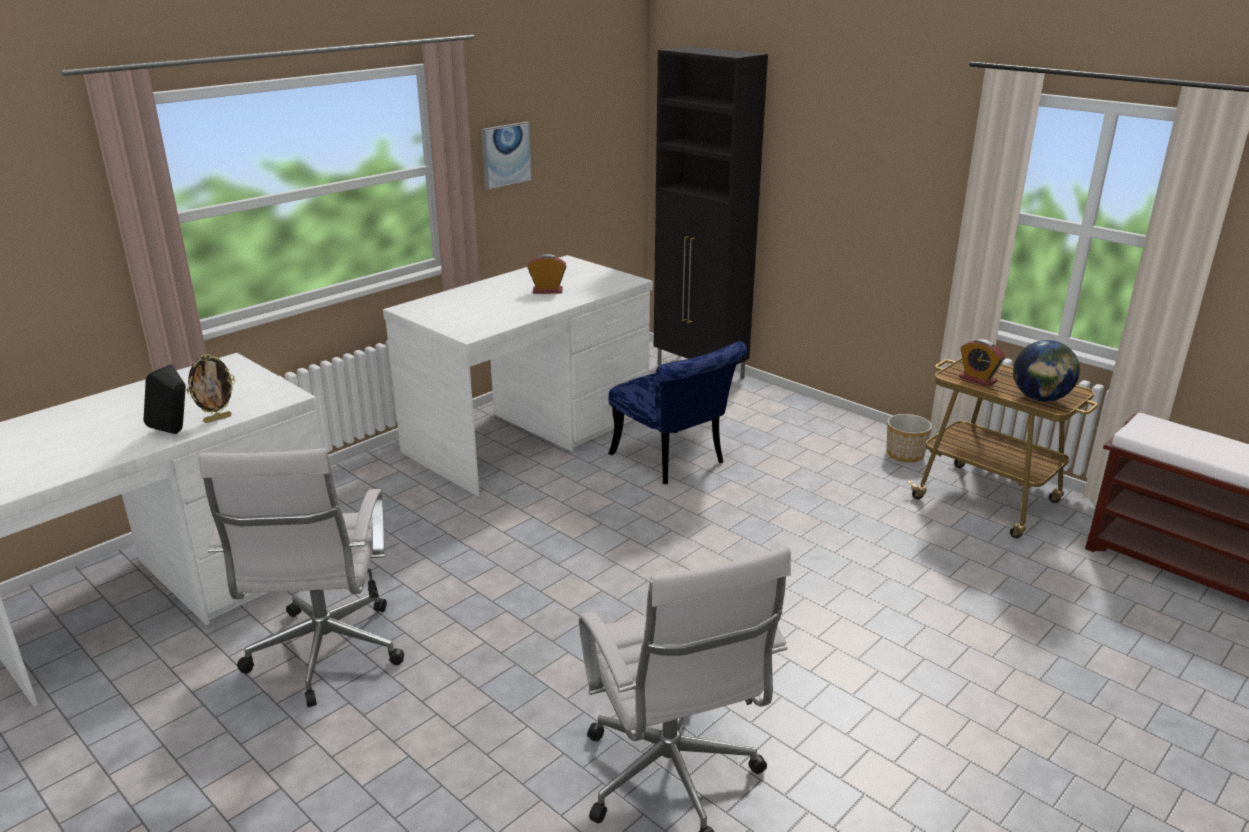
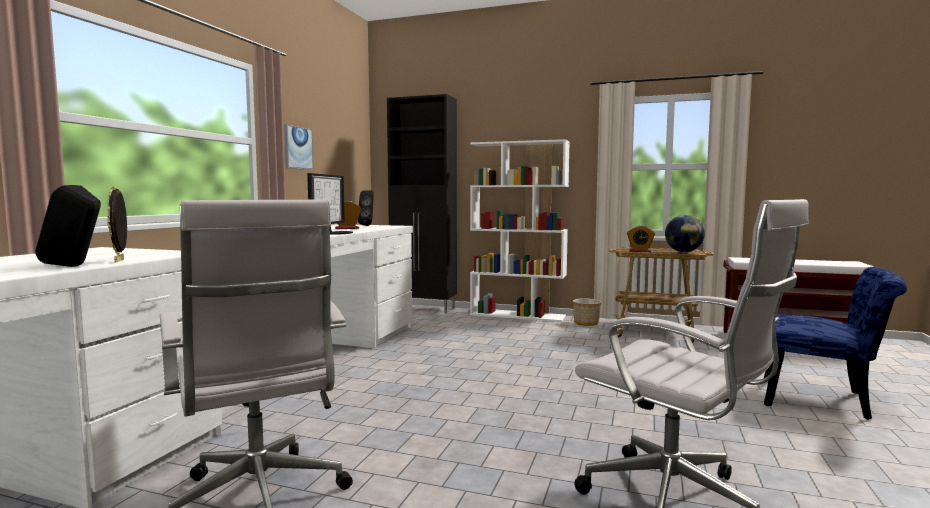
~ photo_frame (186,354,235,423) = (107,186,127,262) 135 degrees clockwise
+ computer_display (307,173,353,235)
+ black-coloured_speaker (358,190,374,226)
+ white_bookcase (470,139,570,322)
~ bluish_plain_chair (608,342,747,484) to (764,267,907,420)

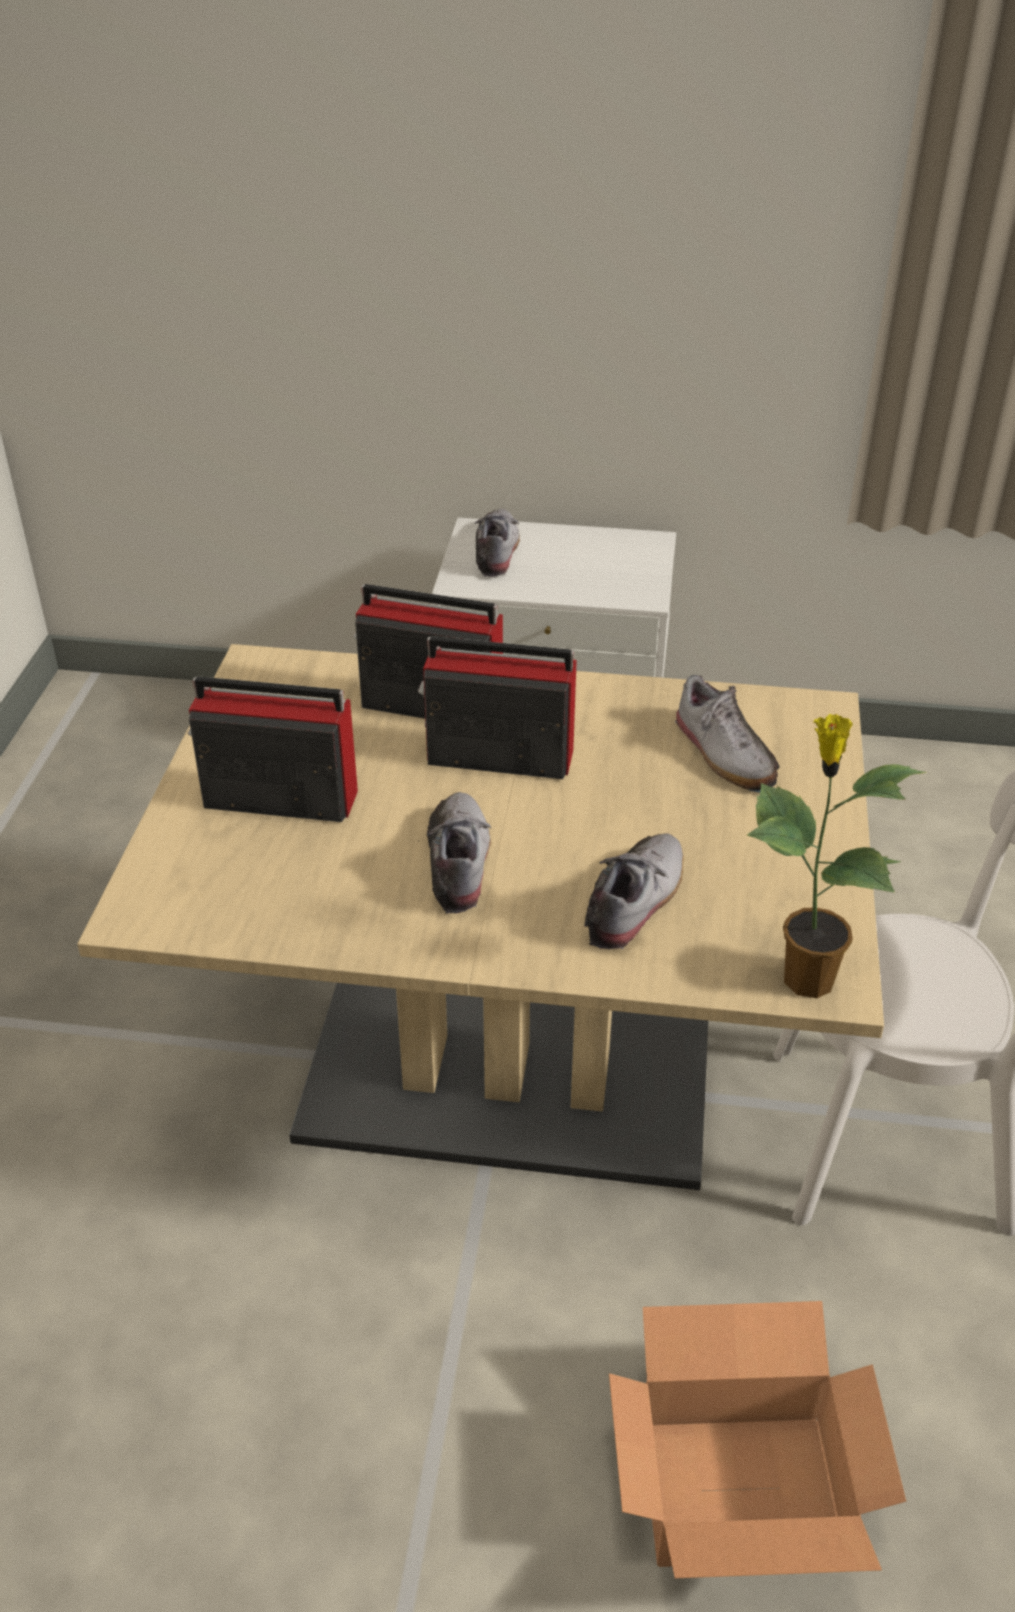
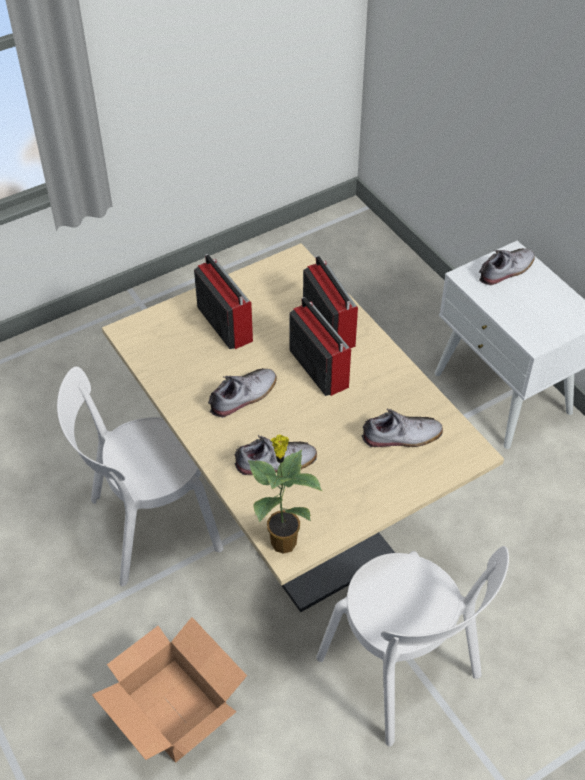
+ white_plain_chair (57,366,223,586)
~ low_shoe (675,675,780,792) = (361,408,443,456) 120 degrees counterclockwise

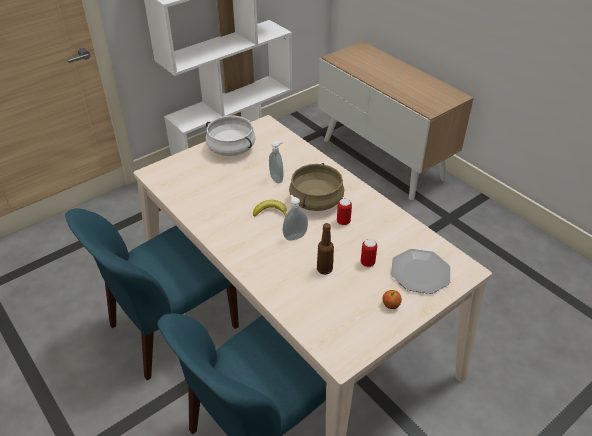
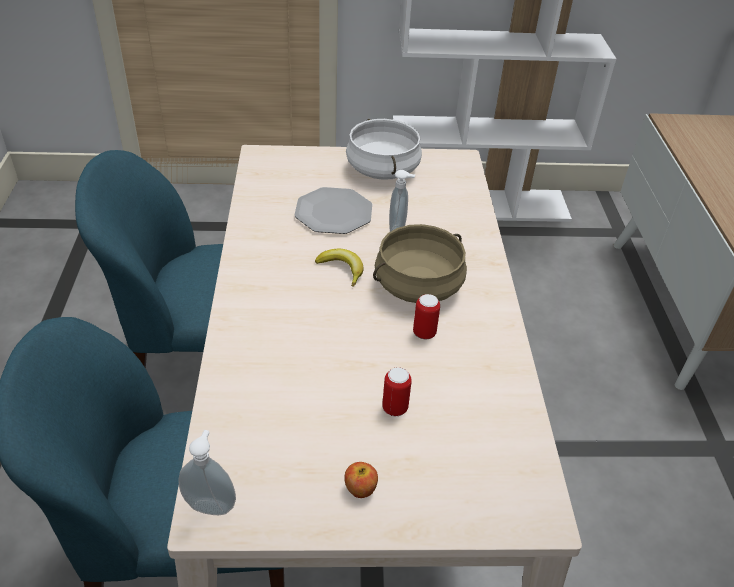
~ soap_bottle (283,195,308,241) to (178,430,236,515)
~ flat_dish (391,249,450,294) to (295,187,372,234)
- brown-coloured_drink_bottle (317,223,334,275)

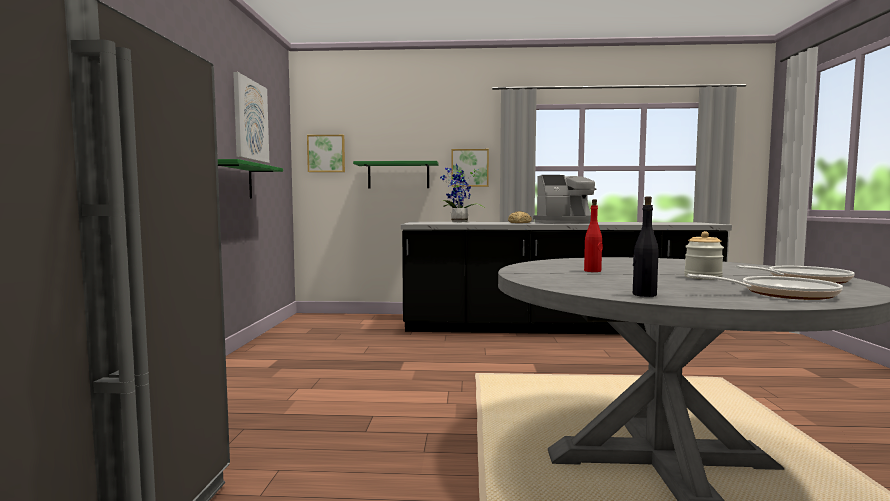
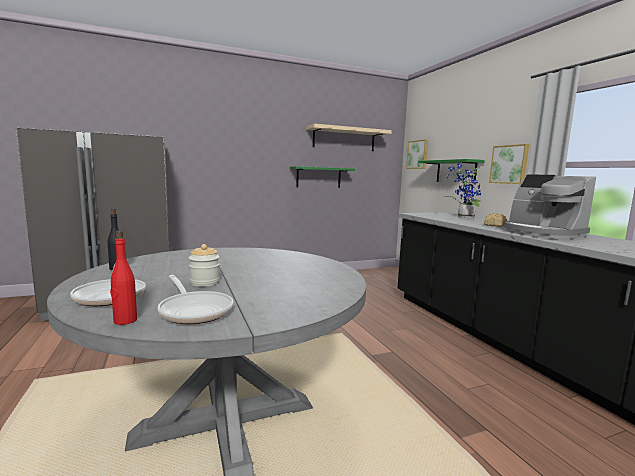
~ reddish_drink_bottle (584,199,603,272) to (110,230,137,325)
~ wall_picture (233,72,269,163) to beige_shelf (306,124,392,151)

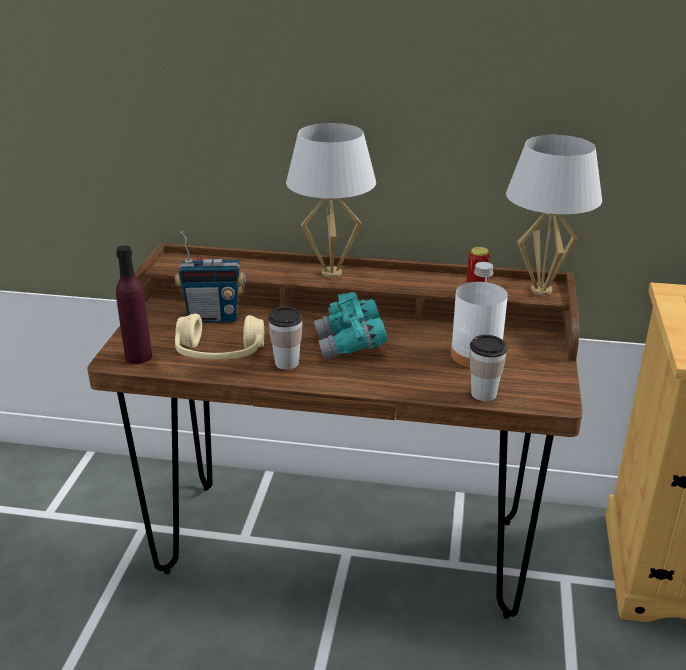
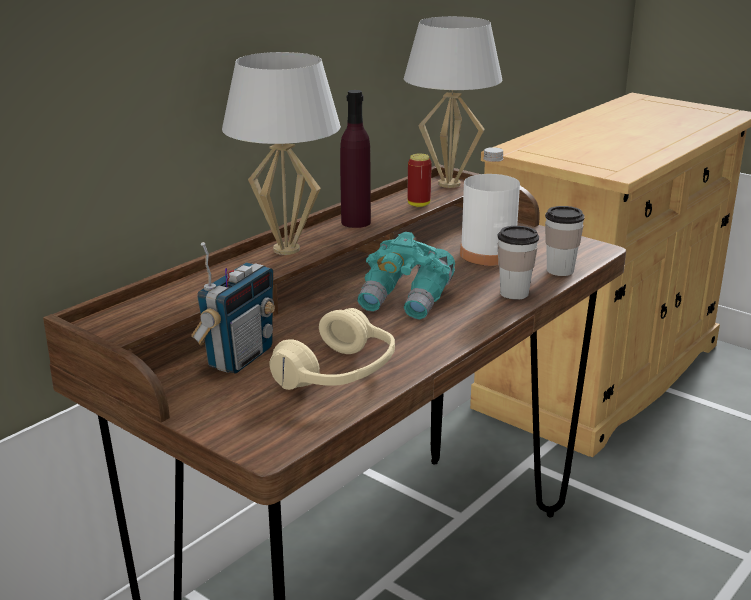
~ purplish_drink_bottle (116,245,152,364) to (340,90,371,228)
~ drinking_cup (268,307,303,370) to (497,226,539,300)

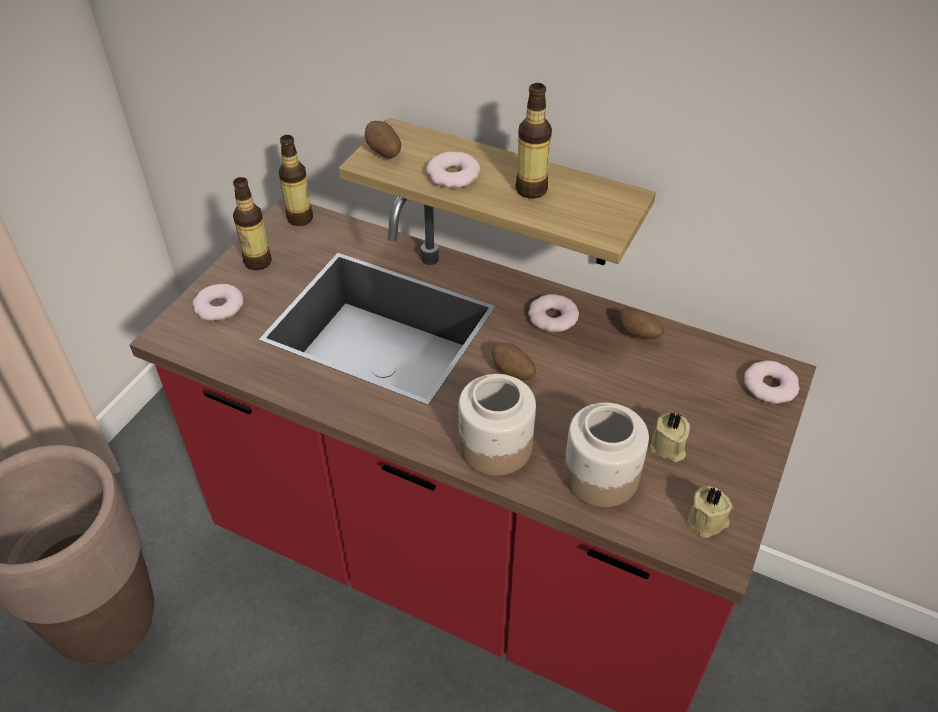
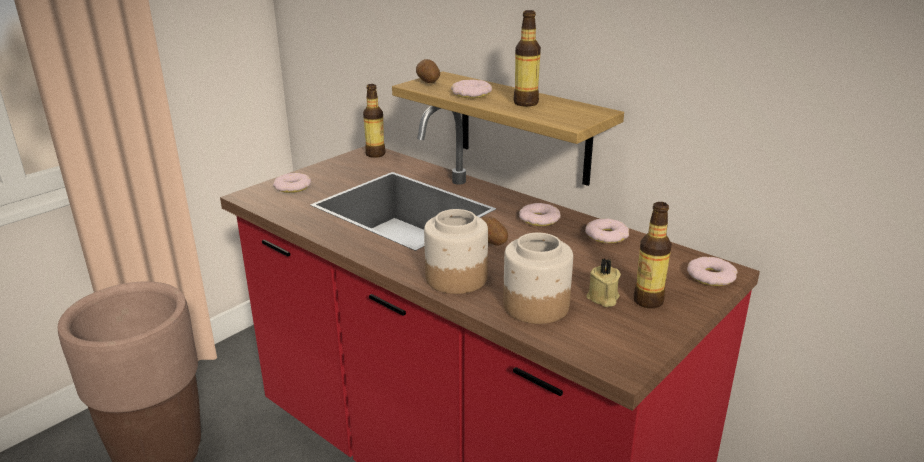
~ potato (618,308,664,339) to ring_doughnut (585,219,629,243)
~ drink_bottle (233,177,272,270) to (634,202,672,308)
- beige_wax_light (687,486,733,538)

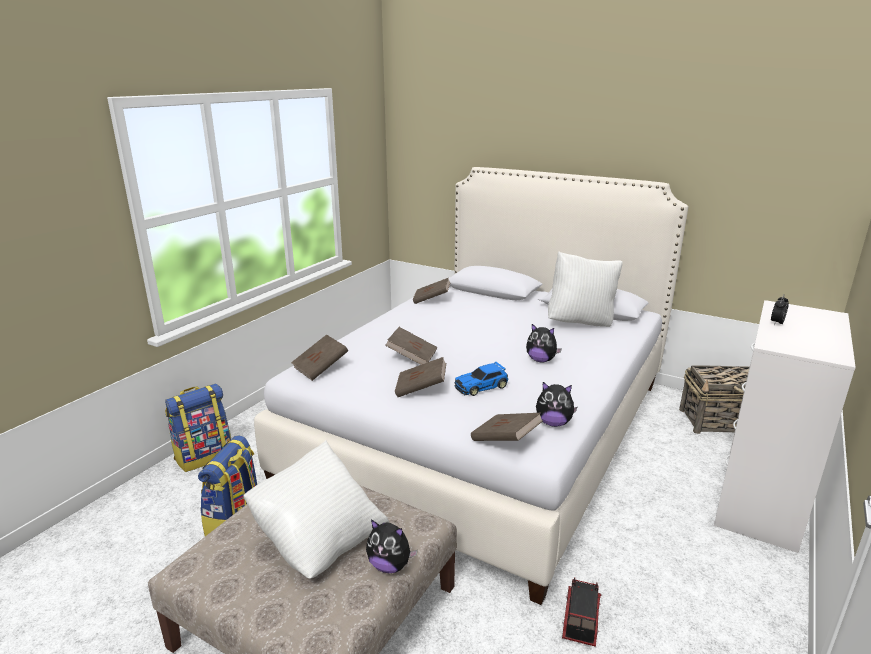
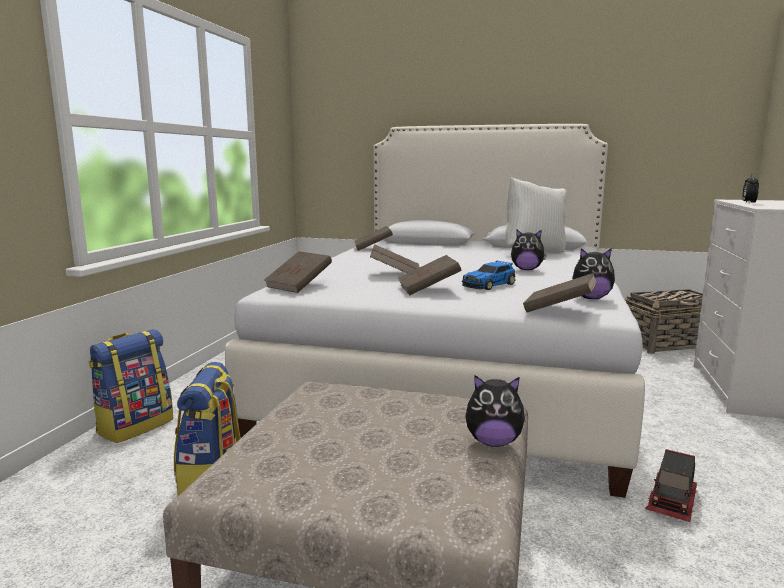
~ toy_lorry (562,577,602,647) = (645,449,698,522) 150 degrees counterclockwise
- white_cushion (243,440,389,578)

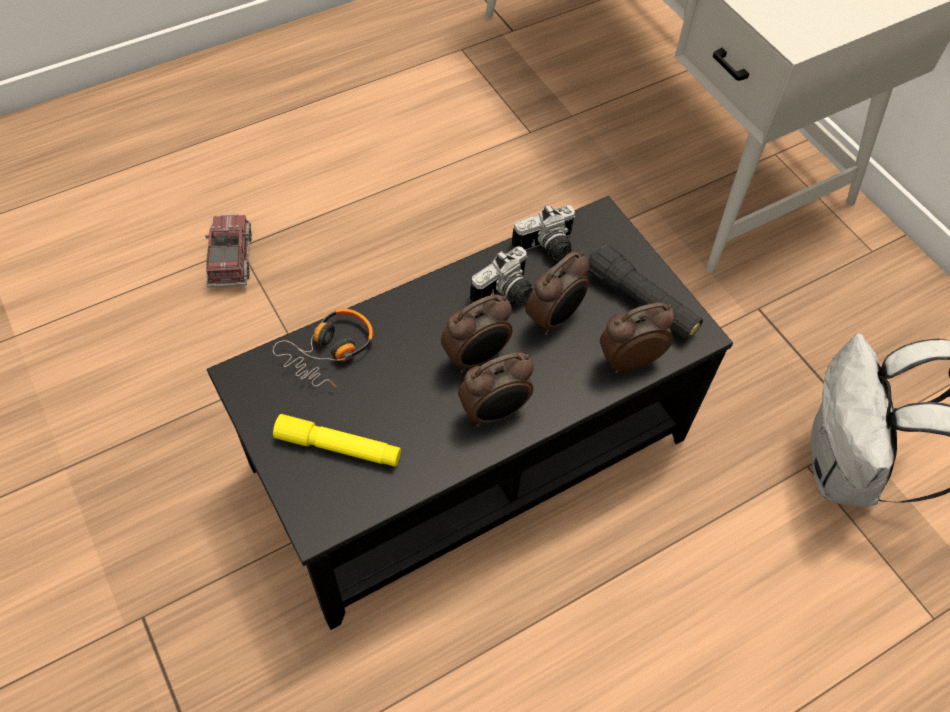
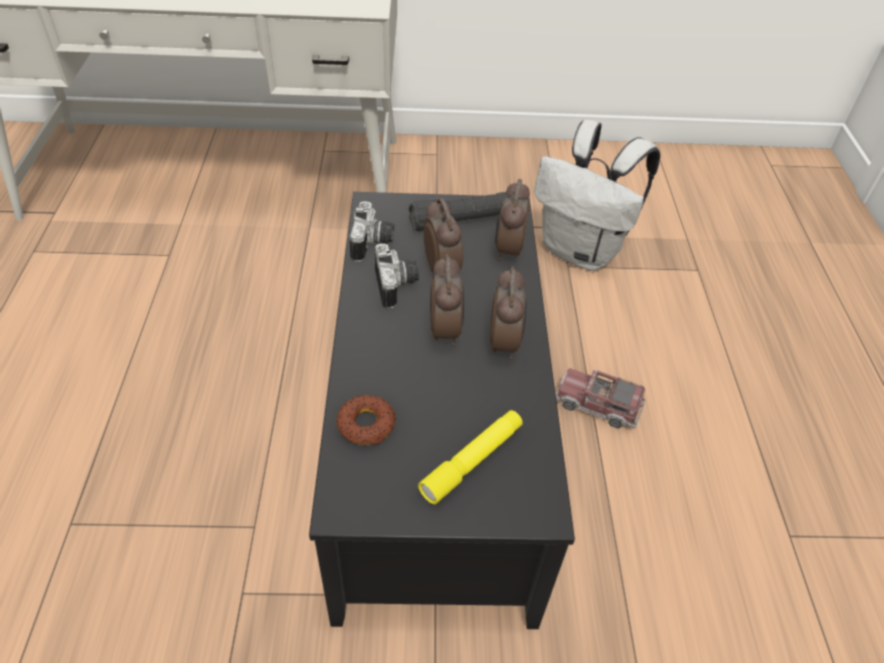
~ pair_of_headphones (273,309,373,387) to ring_doughnut (336,395,396,445)
~ toy_lorry (205,214,252,287) to (556,368,646,429)

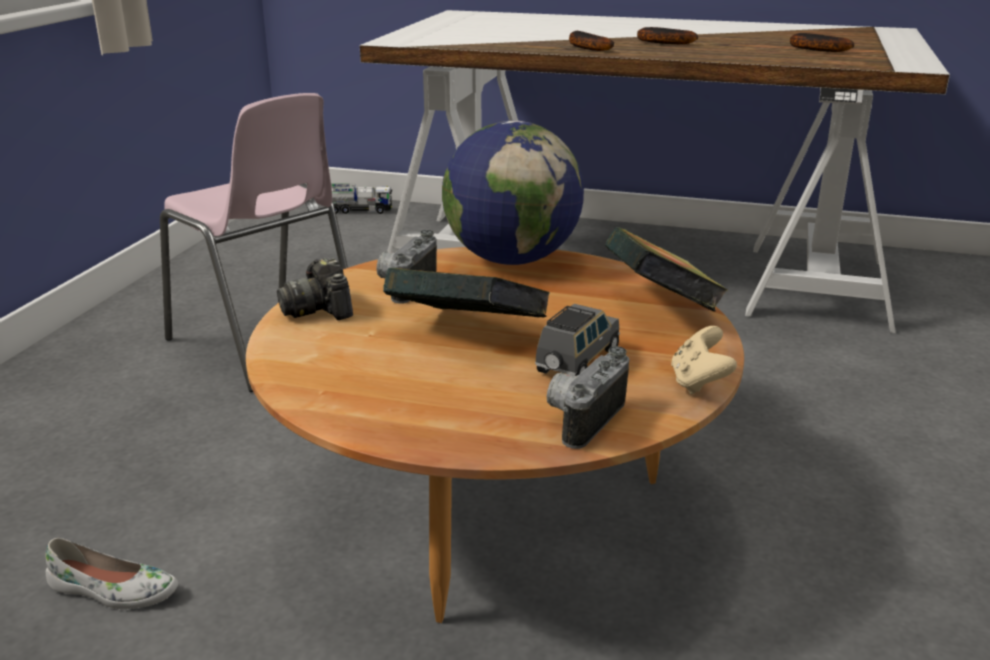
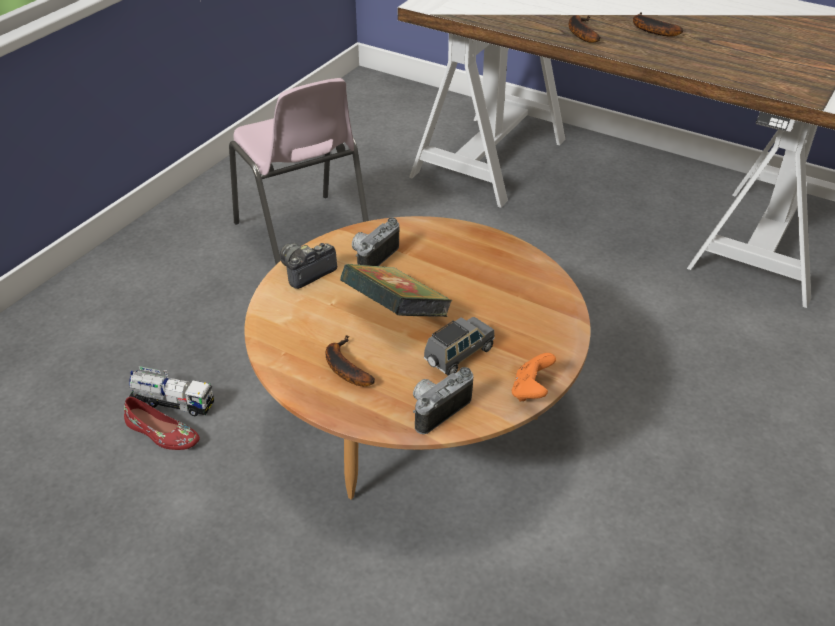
~ white_low_shoe (46,538,178,609) to reddish_low_shoe (124,397,200,450)
~ toy_lorry (331,183,392,214) to (129,366,214,416)
~ still_camera (277,258,353,320) = (280,243,337,289) 60 degrees clockwise
~ whole_banana (790,33,854,52) to (326,335,375,386)
~ beige_gamepad (671,326,737,395) to orange-coloured_gamepad (512,353,556,402)
- world_globe (442,121,584,265)
- bound_book (605,227,728,311)

